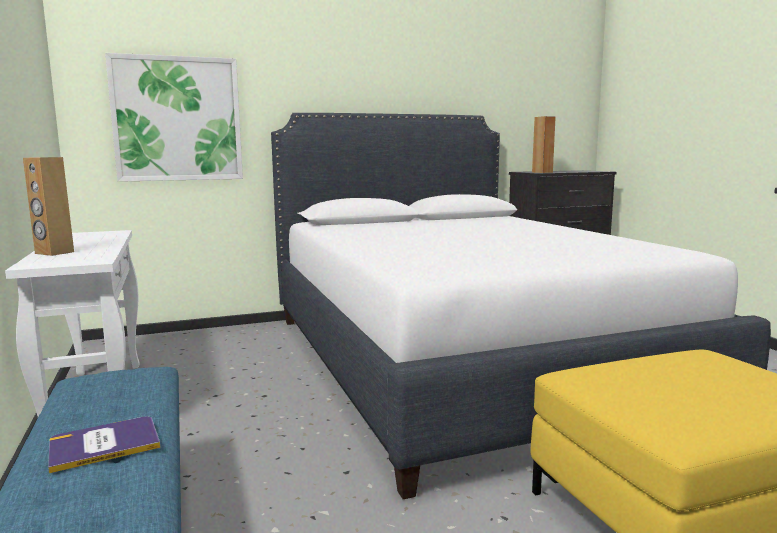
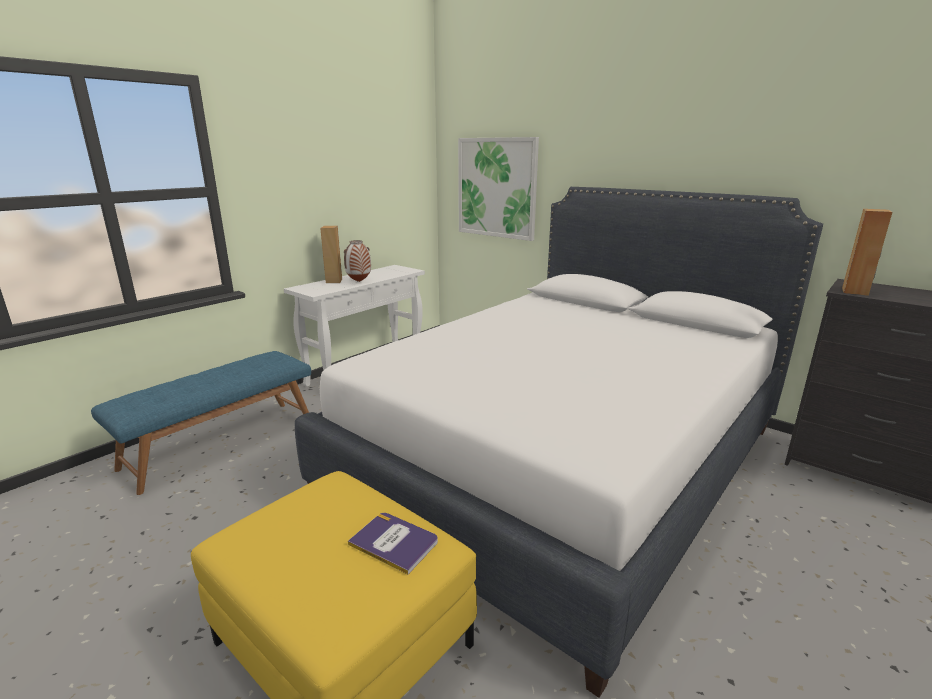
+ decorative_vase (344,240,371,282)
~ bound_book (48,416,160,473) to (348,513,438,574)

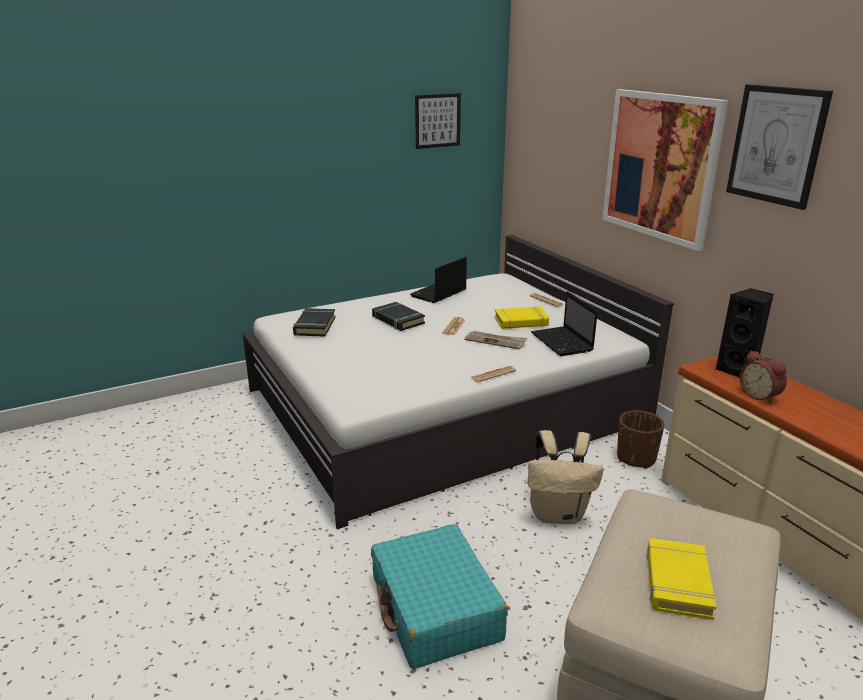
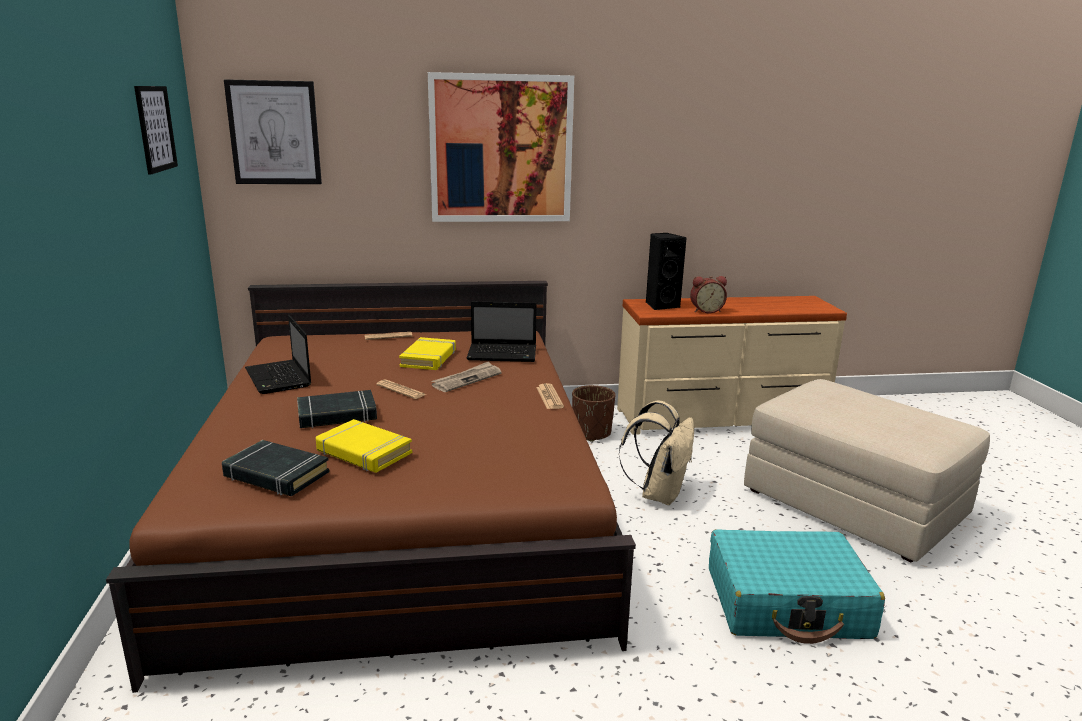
~ white_bedroom_bed (242,235,674,529) to brown-coloured_bedroom_bed (106,281,636,693)
~ wall_picture (726,84,833,210) to (224,79,322,184)
~ yellow-coloured_bound_book (647,538,716,620) to (316,419,412,473)

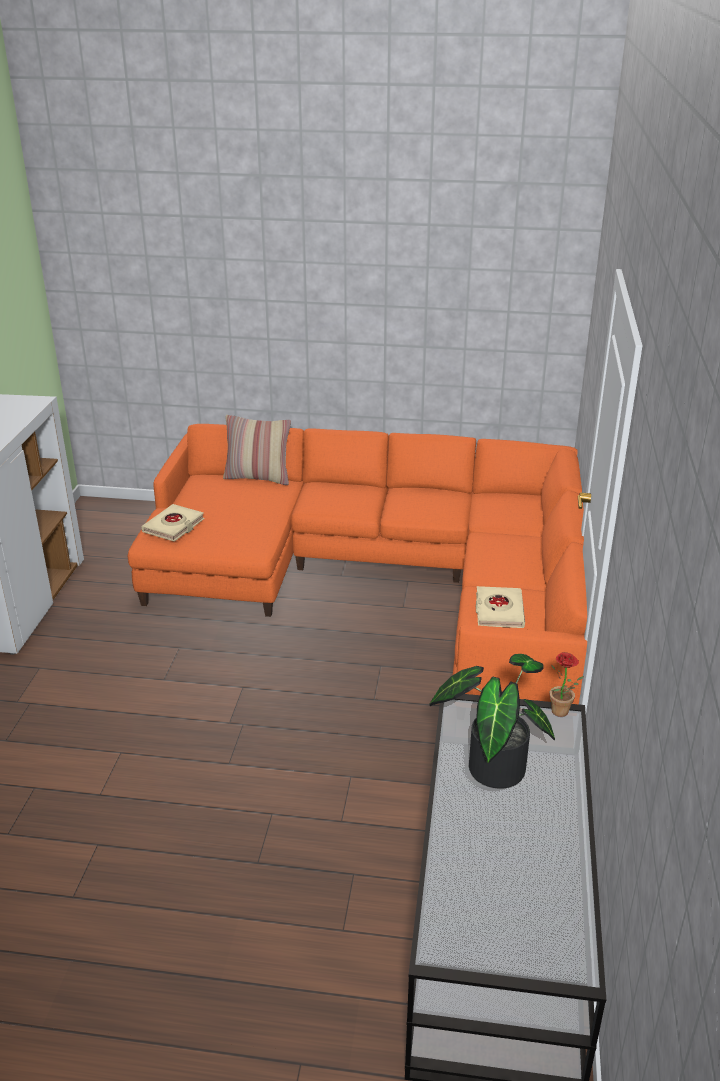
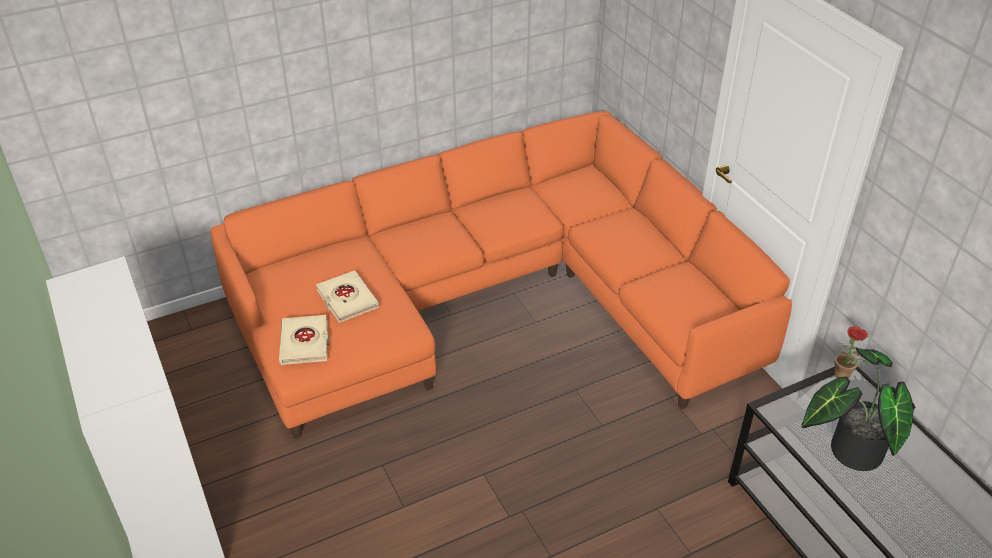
~ beige_bound_book (476,586,525,628) to (316,270,379,323)
- cushion (223,415,291,485)

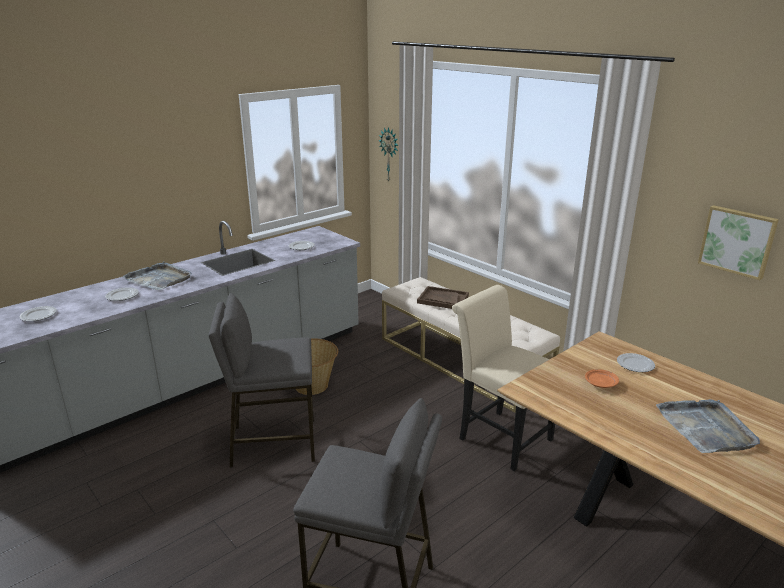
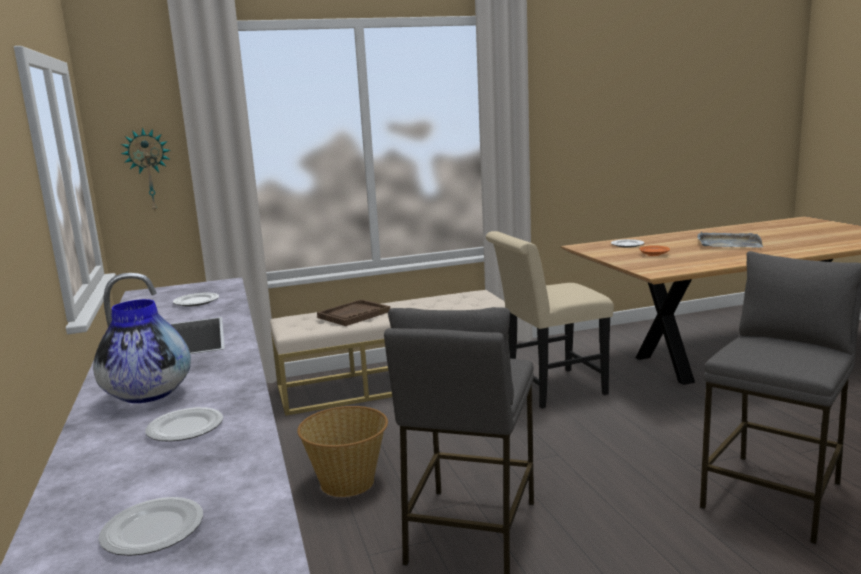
~ gray_carrying_tray (122,262,192,290) to decorative_vase (93,299,191,403)
- wall_picture (698,205,779,280)

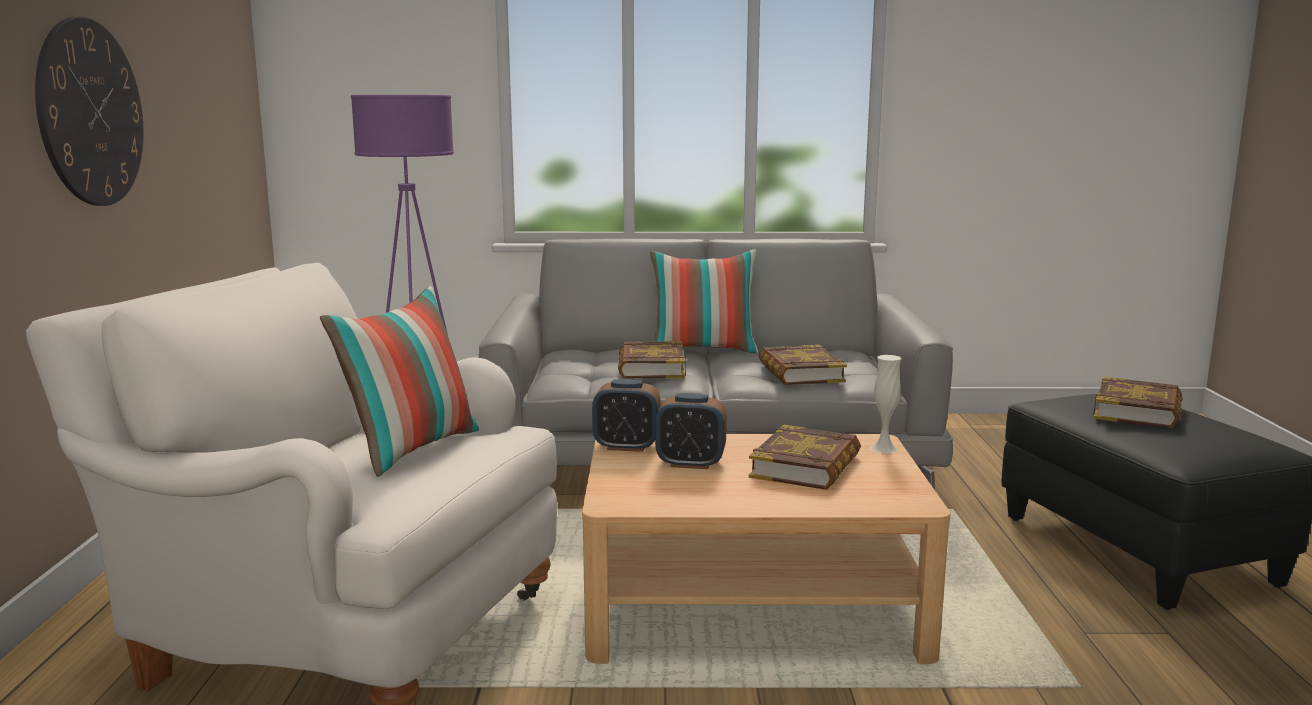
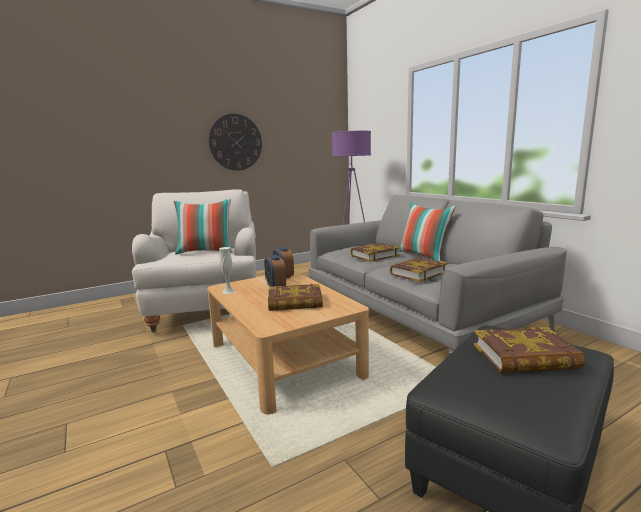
~ white_decorative_vase (871,355,902,454) to (219,247,235,294)

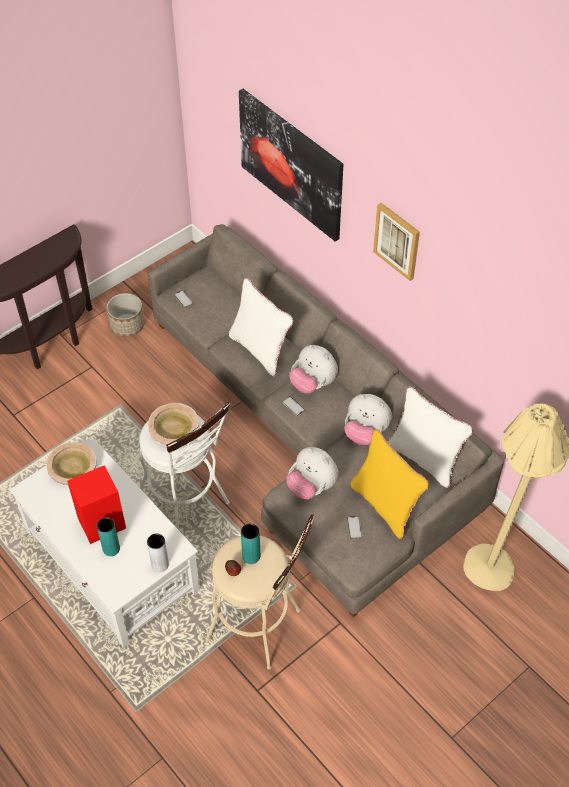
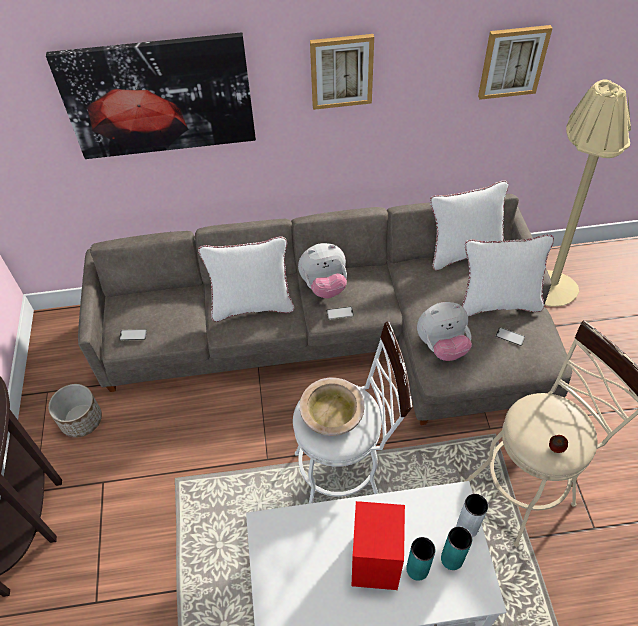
~ turquoise_decorative_vase (241,523,260,564) to (441,526,472,570)
~ yellow-coloured_cushion (350,429,429,539) to white_cushion (462,234,554,317)
+ wall_picture (478,25,553,100)
- beige_bowl (46,442,97,485)
- plush_toy (344,394,392,445)

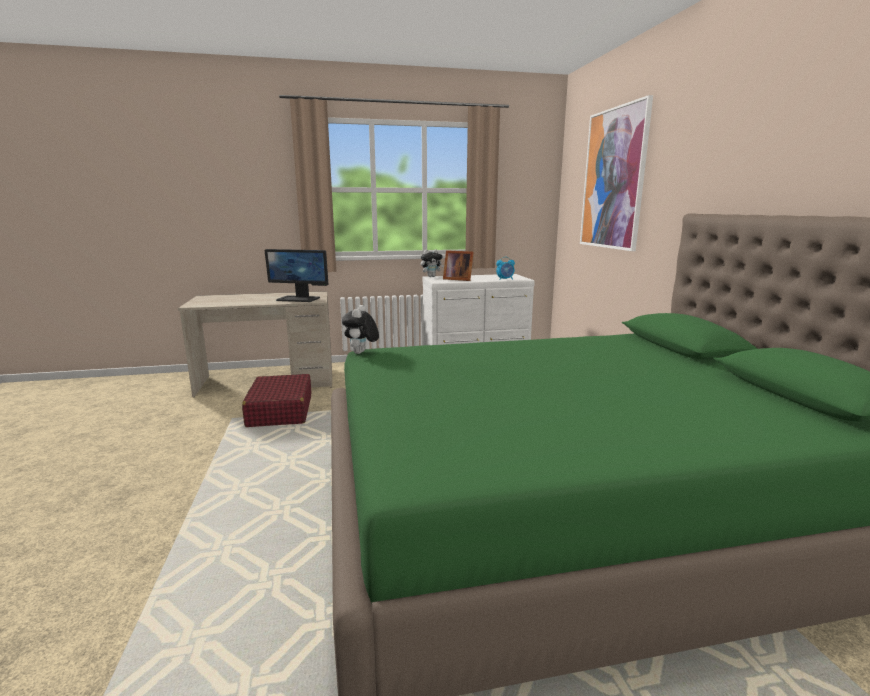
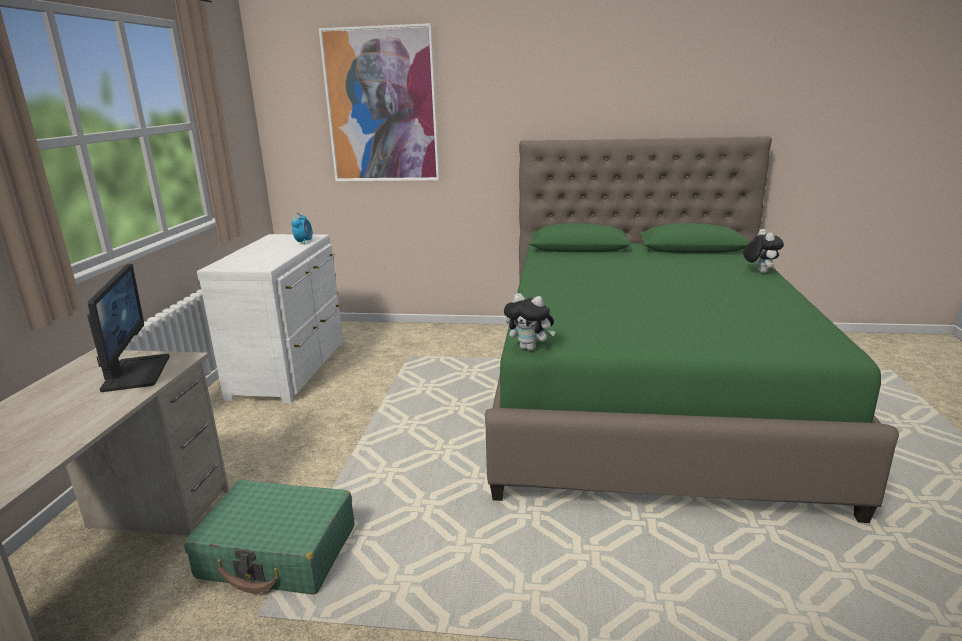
~ computer_display (265,249,328,302) = (88,264,170,392) 45 degrees counterclockwise
~ reddish_travel_case (242,374,311,427) to green_travel_case (184,480,354,595)
~ plush_toy (421,249,444,277) to (744,229,784,273)
- photo_frame (443,250,474,281)

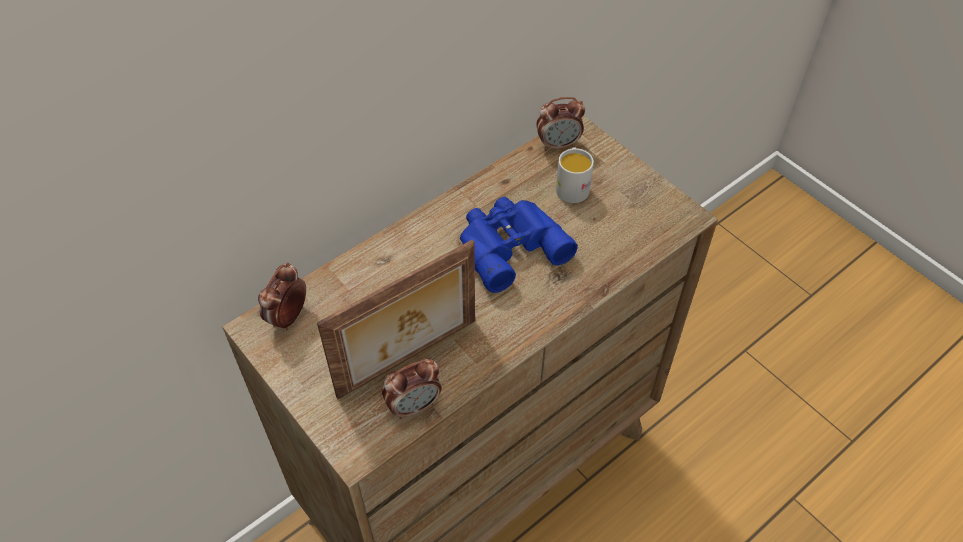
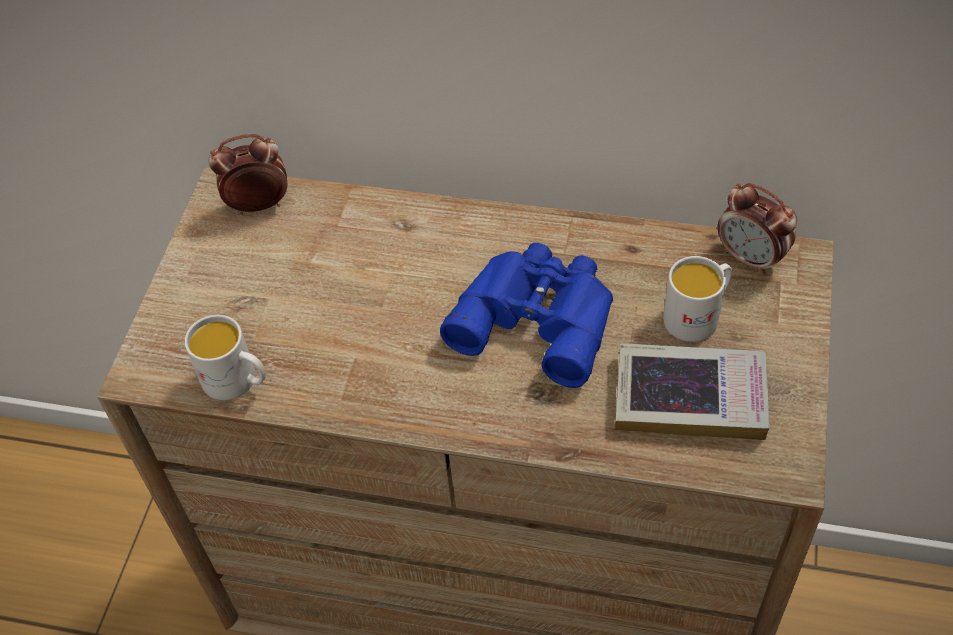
~ alarm_clock (382,358,442,420) to white_tea_mug (184,315,266,400)
+ bound_book (615,343,770,440)
- photo_frame (317,240,475,399)

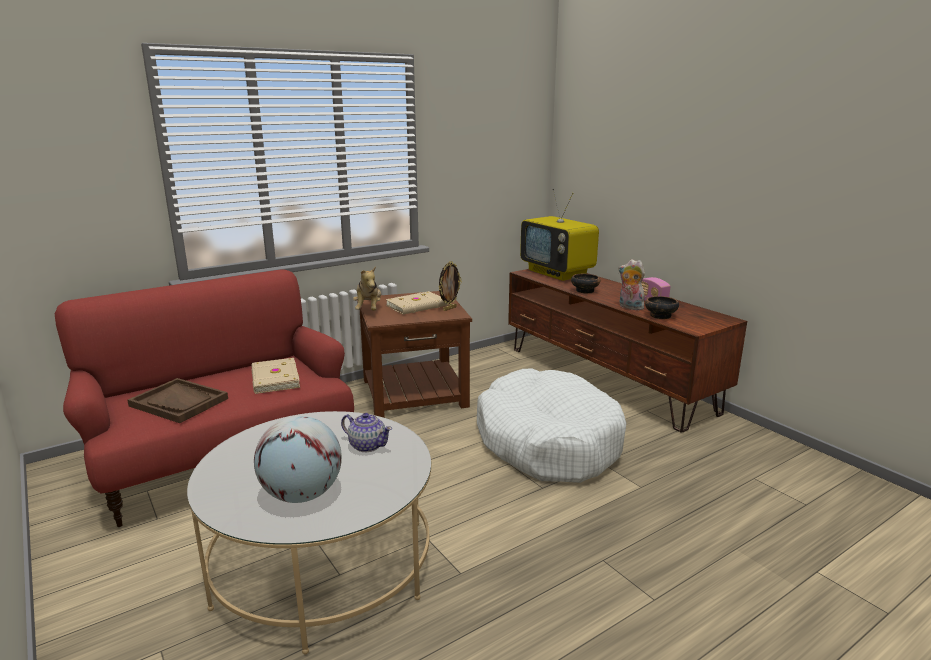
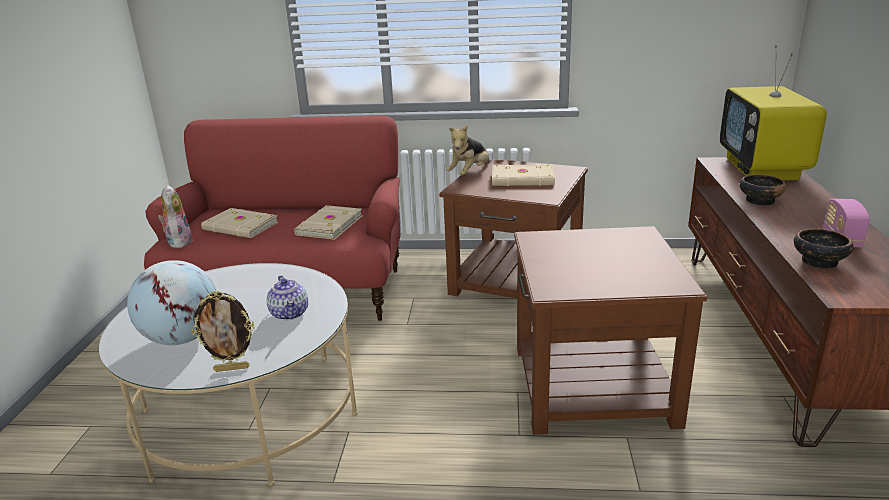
~ plush_toy (619,259,645,310) to (158,184,193,248)
~ photo_frame (439,261,462,311) to (191,290,254,372)
~ brown-coloured_carrying_tray (127,378,228,423) to beige_bound_book (201,208,279,238)
~ white_pet_bed (477,368,626,483) to brown-coloured_side_table (514,226,707,434)

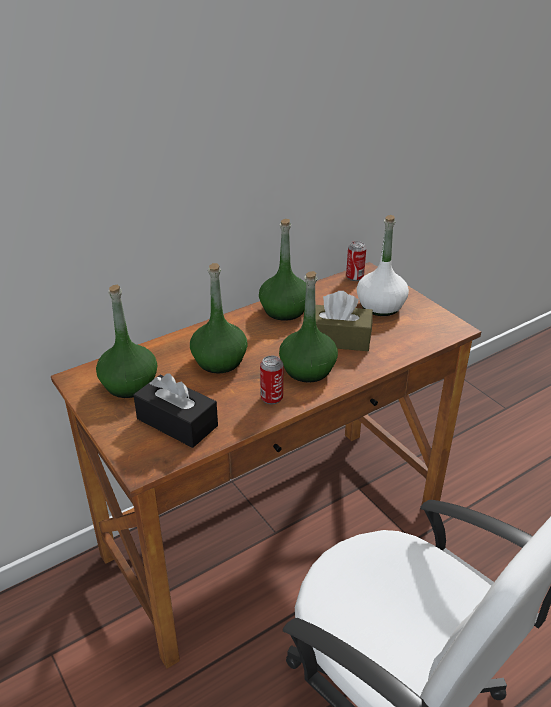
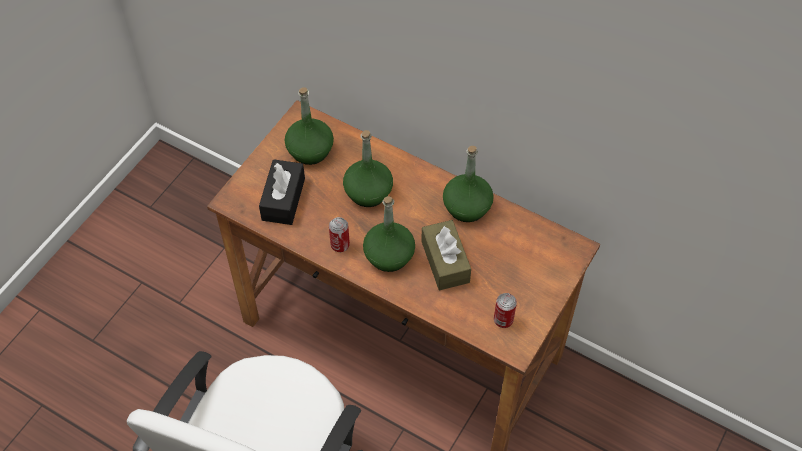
~ sealed_can (346,241,366,281) to (494,293,517,328)
- white_drink_bottle (357,215,409,316)

